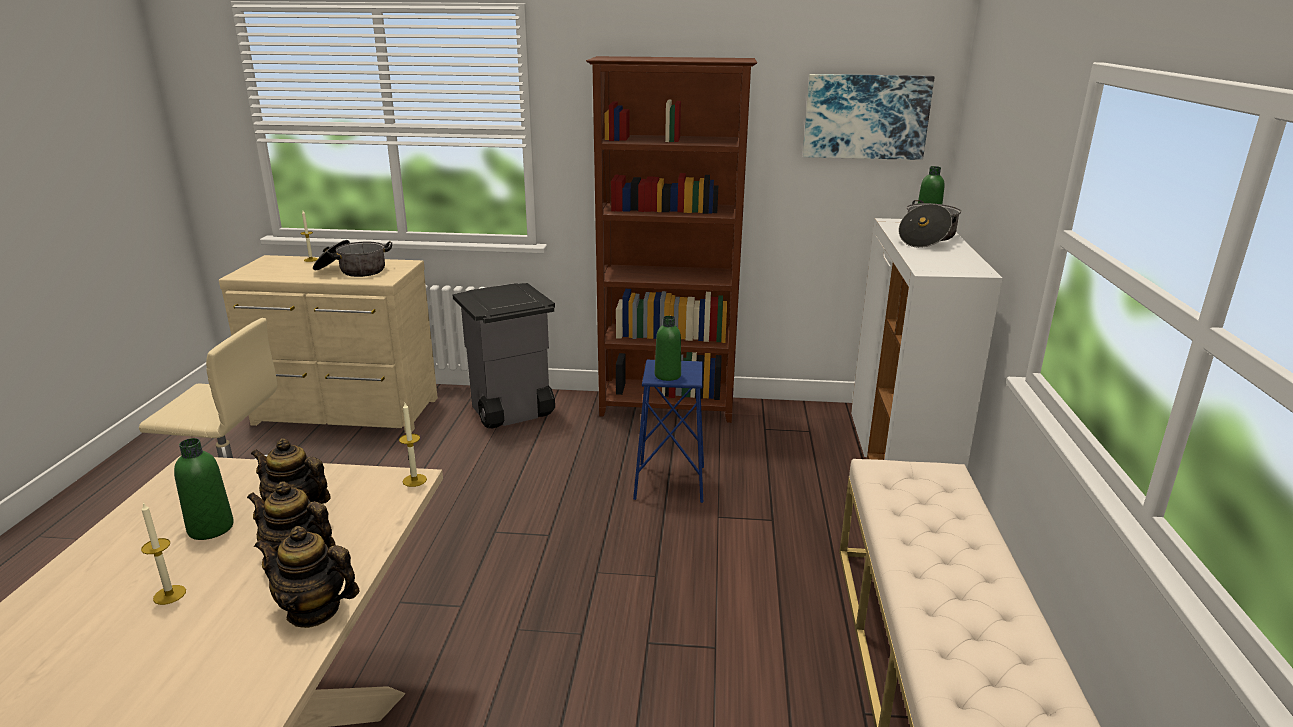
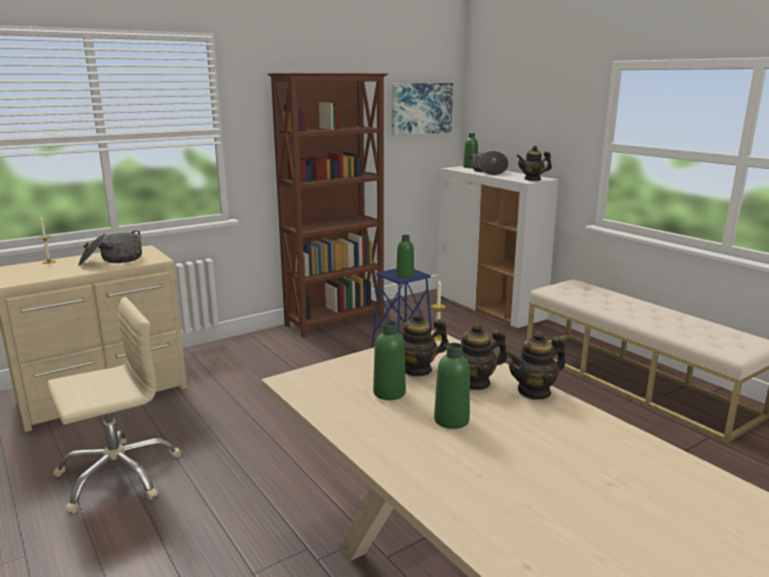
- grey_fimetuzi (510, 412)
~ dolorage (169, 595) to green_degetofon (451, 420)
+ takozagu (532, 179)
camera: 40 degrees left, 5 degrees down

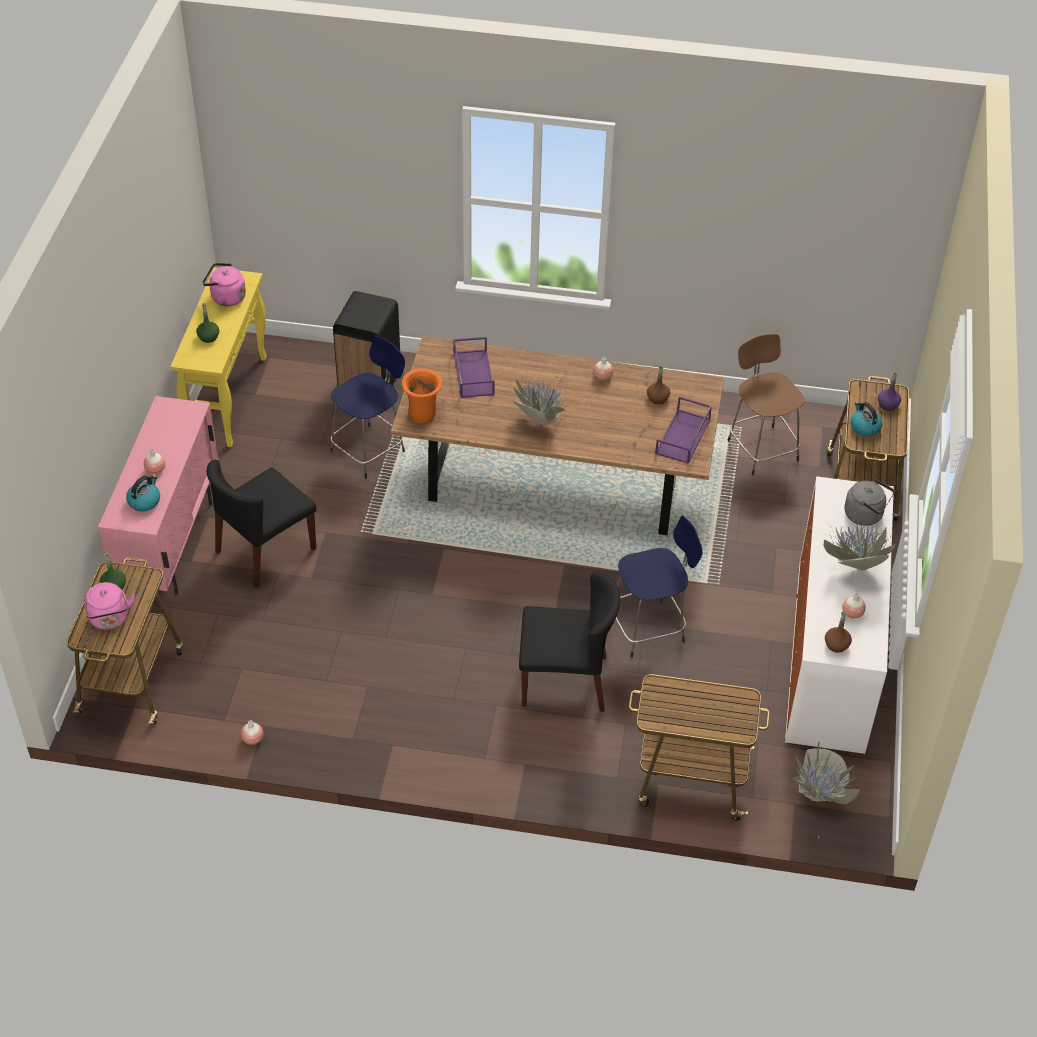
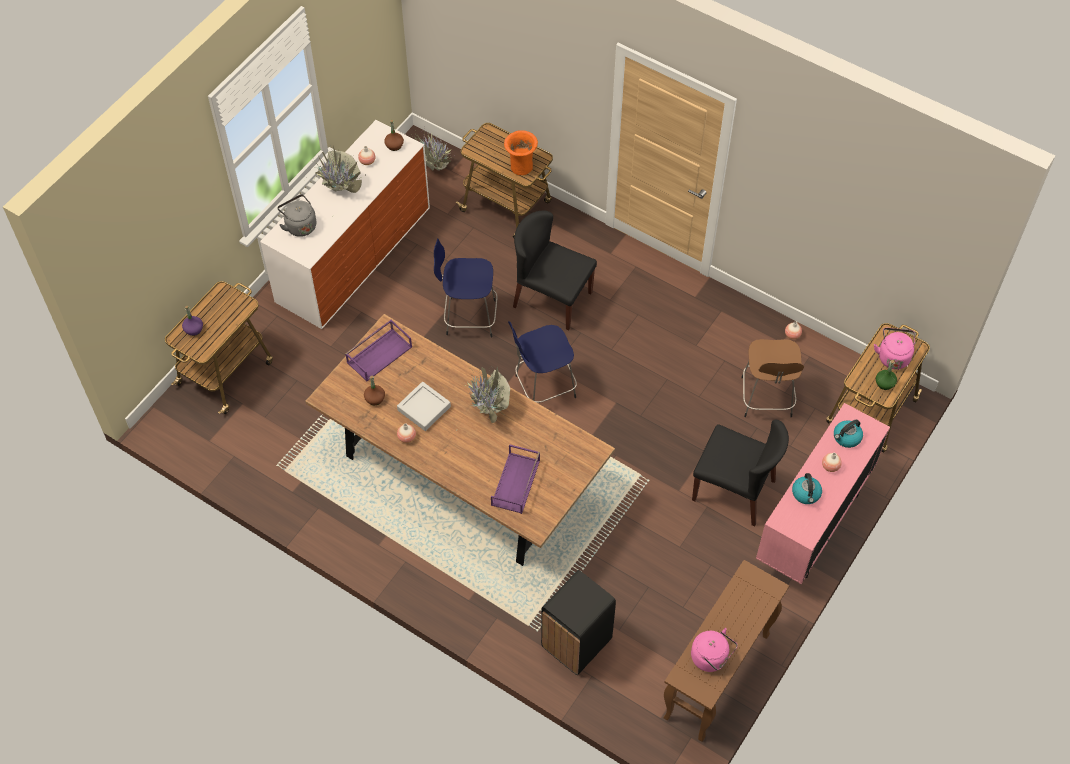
~ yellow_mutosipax (228, 398) to brown_mutosipax (716, 677)
- green_degetofon (208, 337)
~ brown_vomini (761, 448) to (766, 399)
~ blue_vomini (369, 450) to (543, 387)
~ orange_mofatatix (423, 414) to (520, 166)
~ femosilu (864, 427) to (806, 494)
~ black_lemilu (265, 551) = (734, 490) 45 degrees clockwise
+ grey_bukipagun (424, 408)
camera: 155 degrees left, 10 degrees up

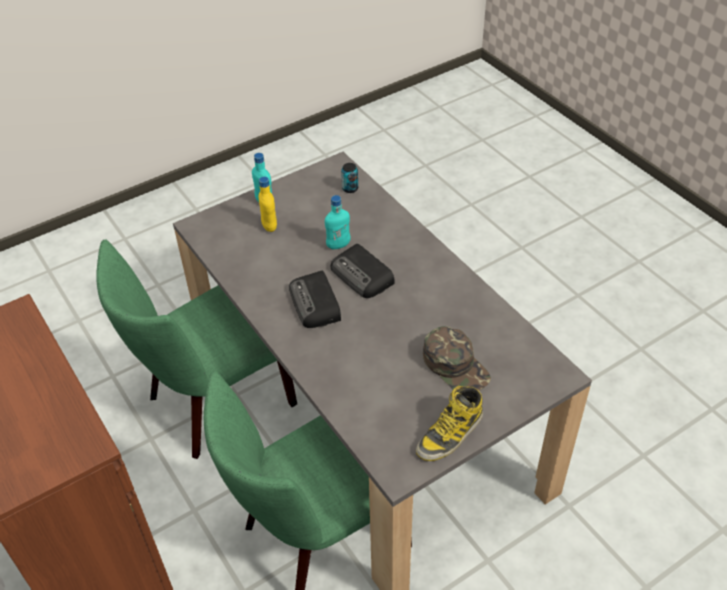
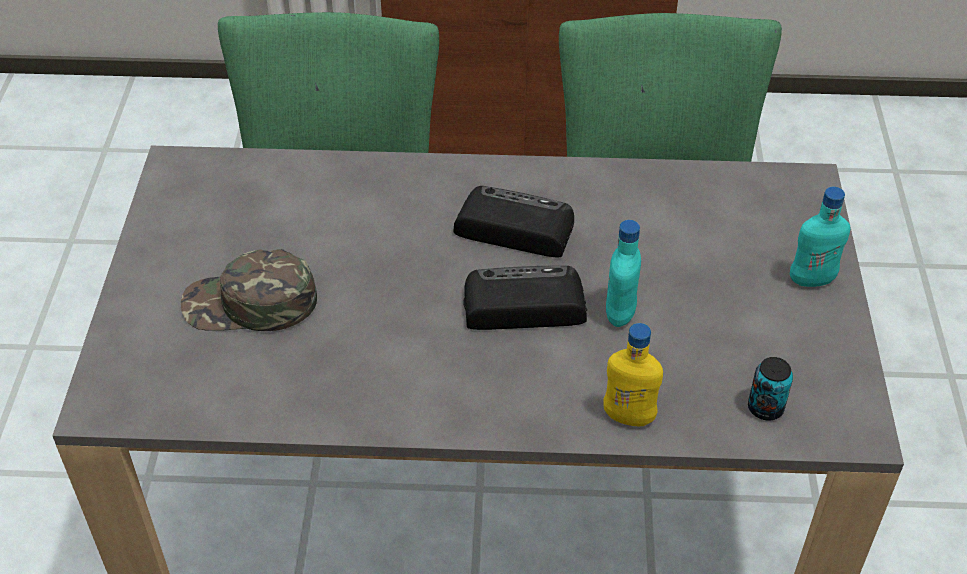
~ yellow_degetofon (269, 226) to (628, 417)
- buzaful (450, 434)
camera: 125 degrees right, 0 degrees up

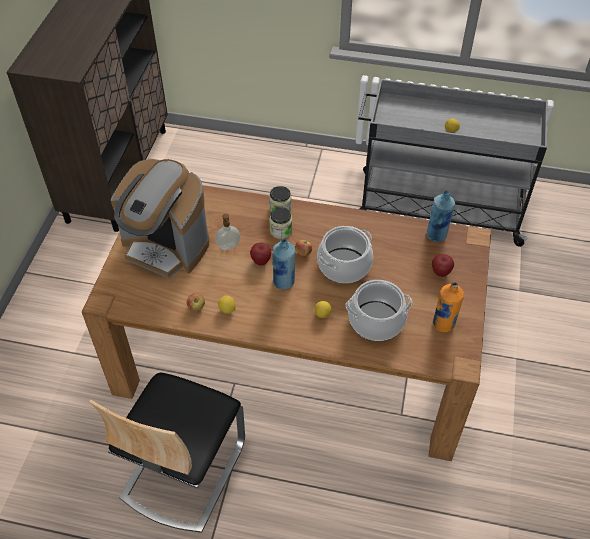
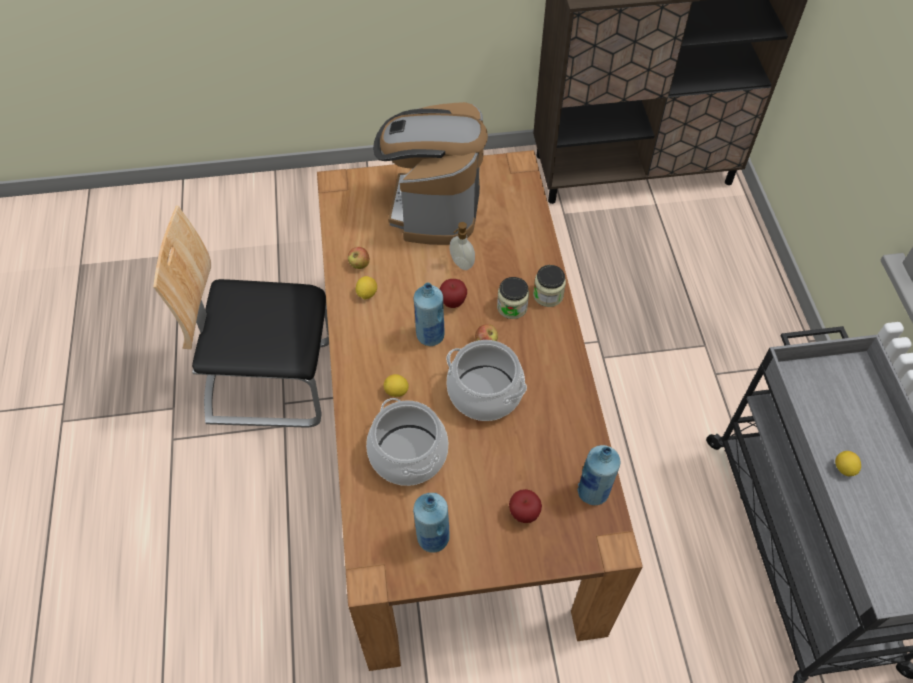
~ orange_degetofon (443, 324) to blue_degetofon (432, 538)
camera: 70 degrees right, 5 degrees up

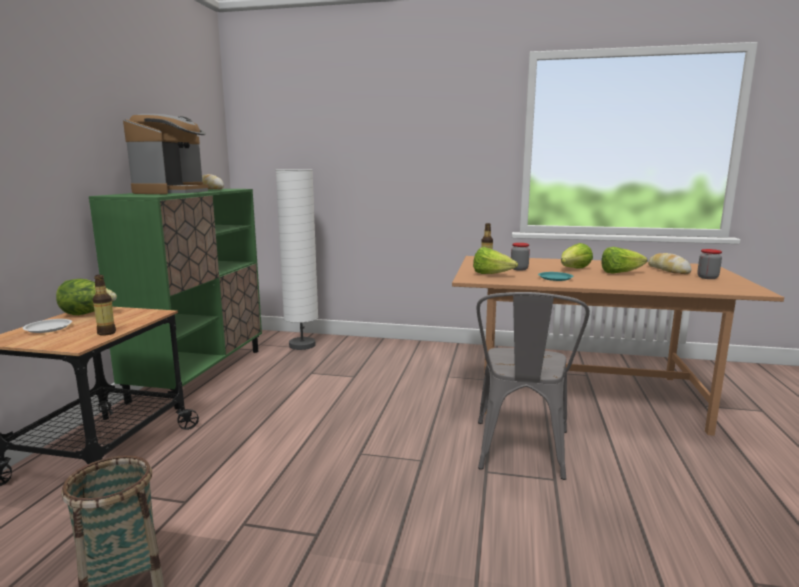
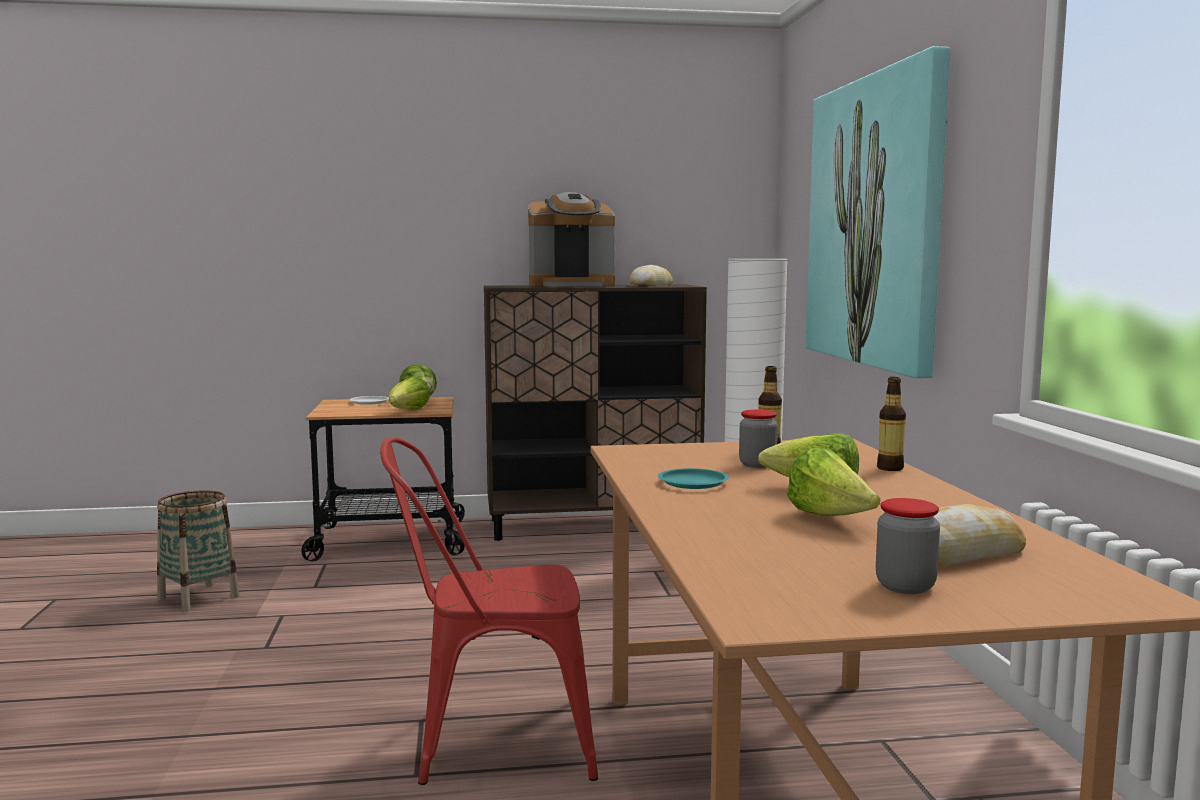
~ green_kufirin (200, 374) to brown_kufirin (593, 525)
~ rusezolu (492, 275) to (408, 411)
~ degetofon (106, 333) to (890, 468)
~ grey_lemilu (521, 453) to red_lemilu (488, 742)
+ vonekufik (875, 222)
camera: 70 degrees right, 5 degrees down

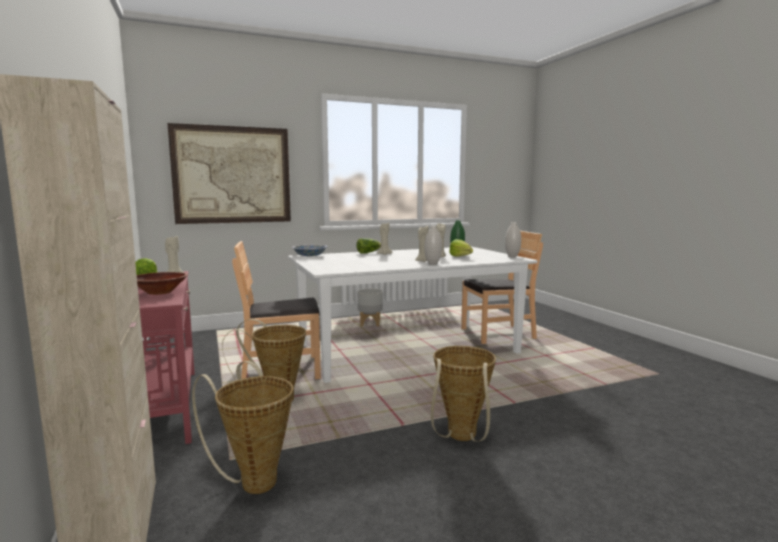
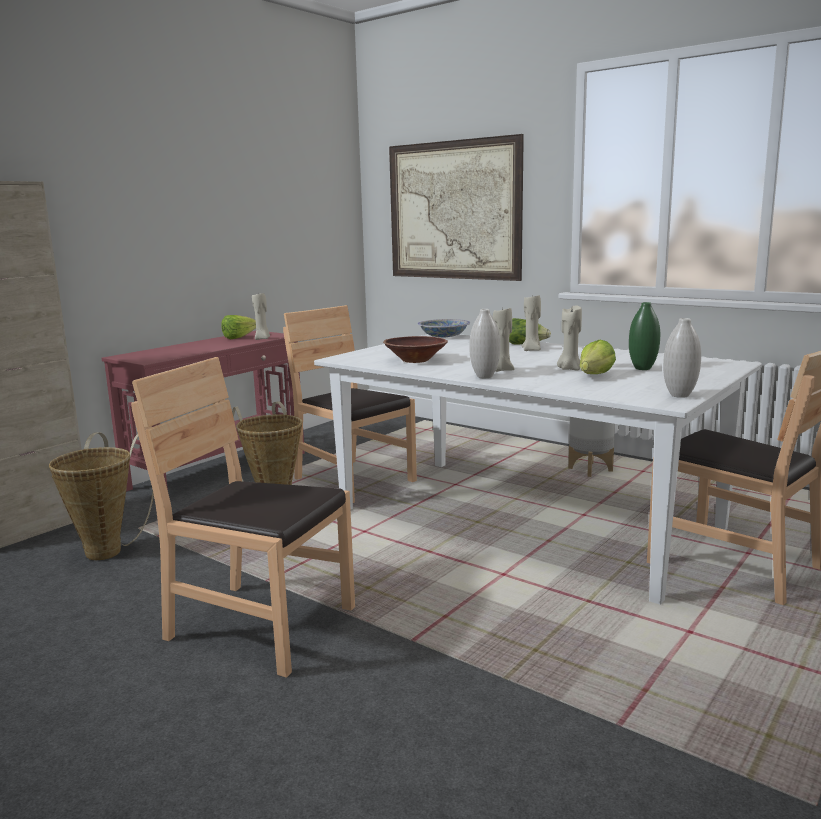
~ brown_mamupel (159, 292) to (415, 360)
~ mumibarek (461, 438) to brown_lemilu (260, 625)
camera: 60 degrees right, 5 degrees up

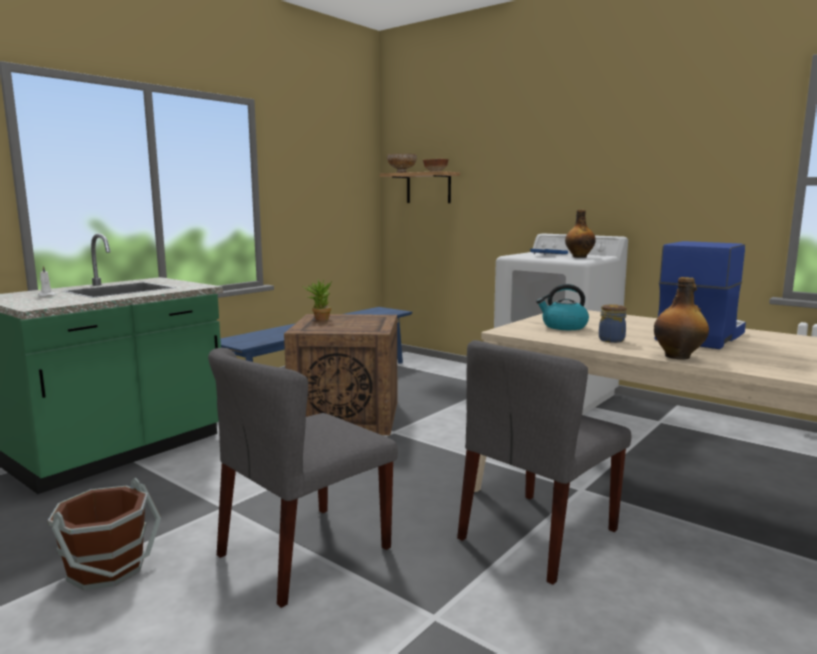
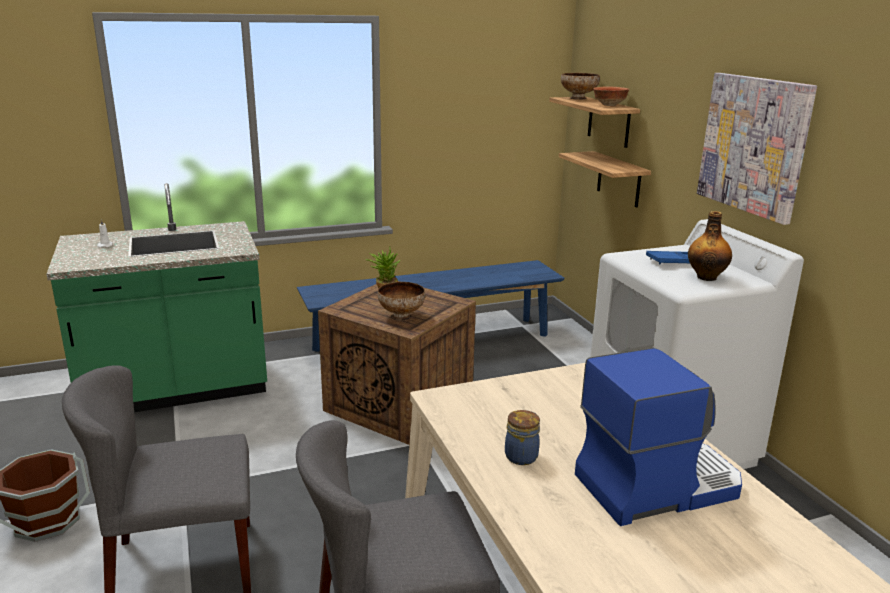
- degetofon (678, 356)
- femosilu (563, 326)
+ vonekufik (753, 145)
+ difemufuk (619, 179)
+ mamupel (401, 317)
camera: 30 degrees right, 10 degrees up

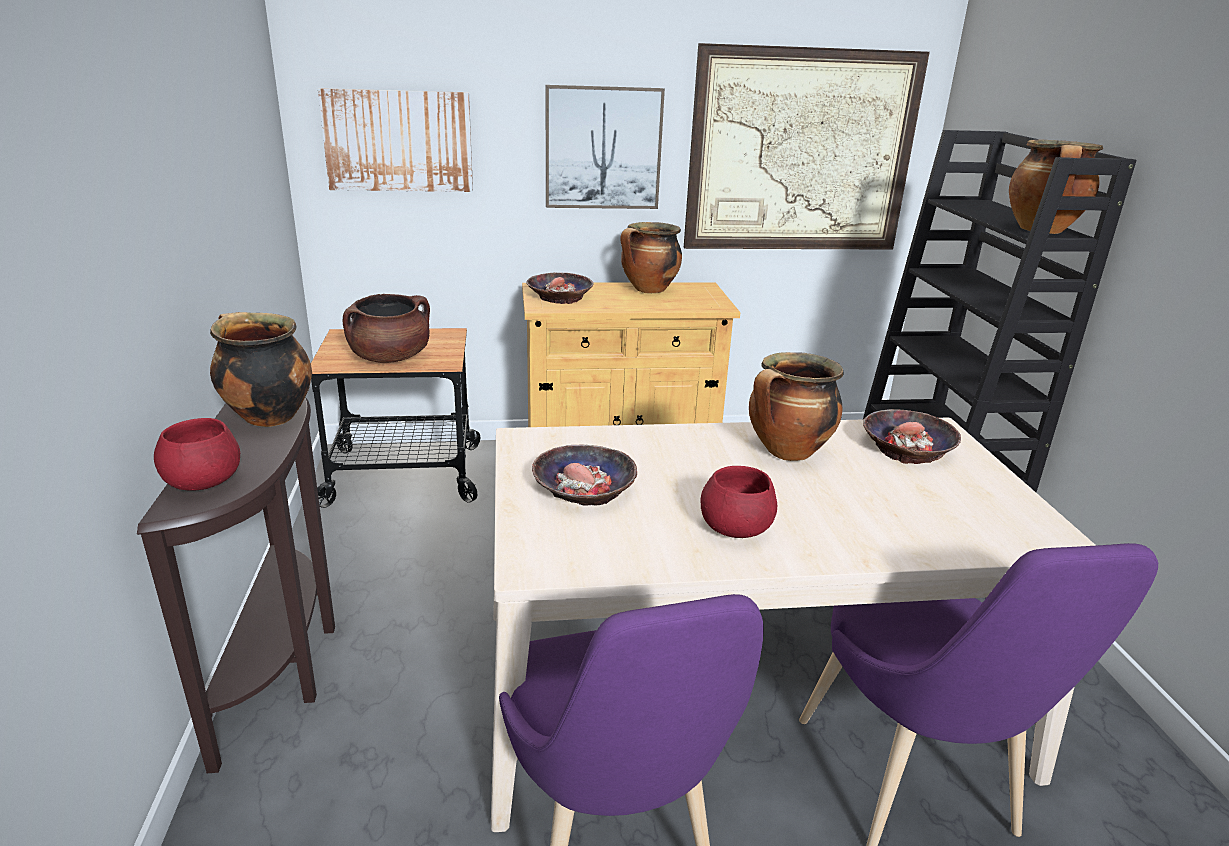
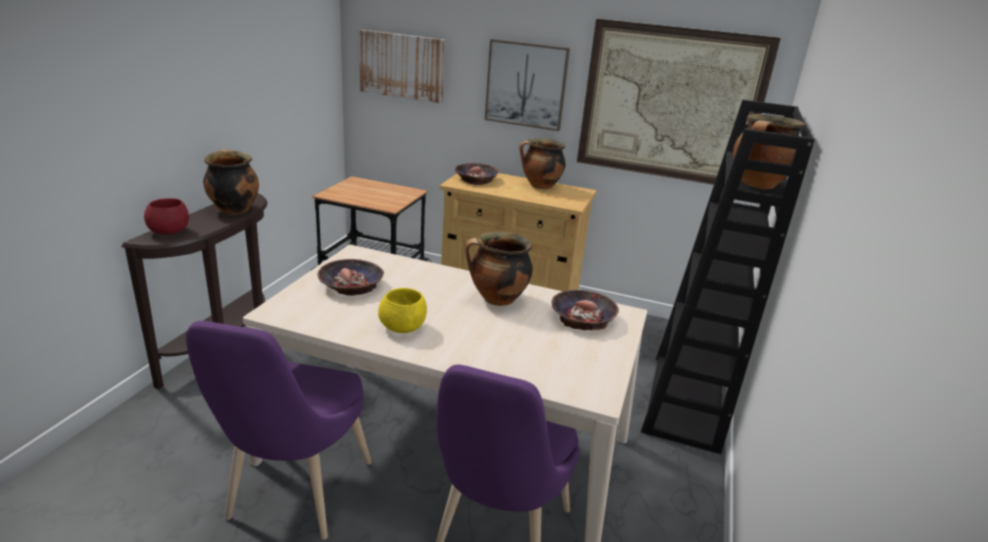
- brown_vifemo (390, 358)
~ red_mamupel (736, 529) to yellow_mamupel (402, 328)
camera: 25 degrees right, 0 degrees up

